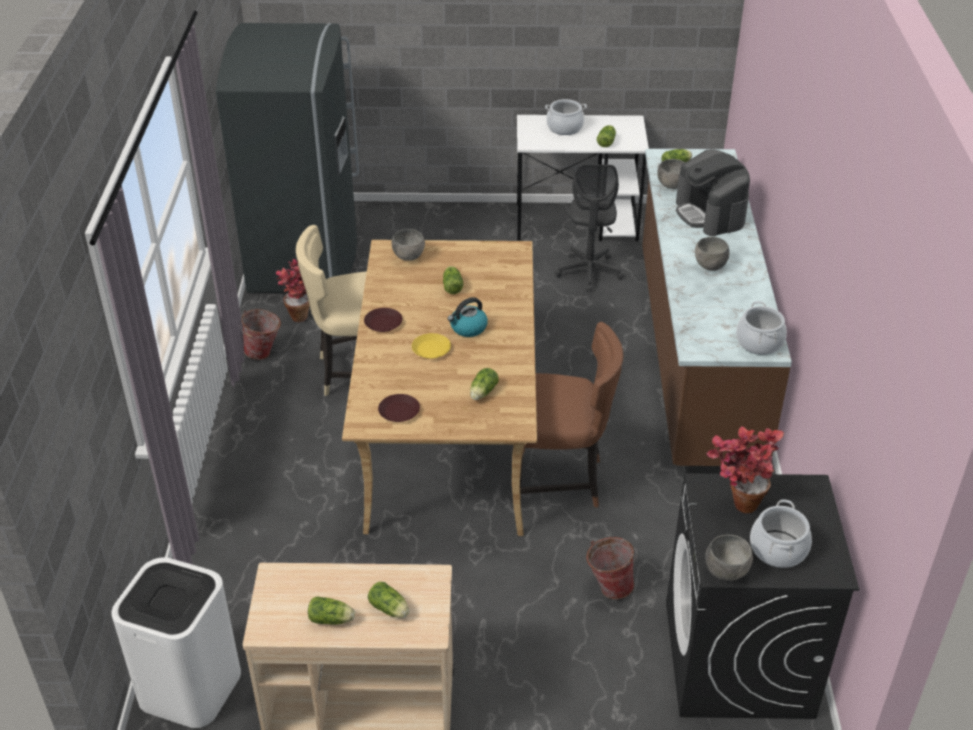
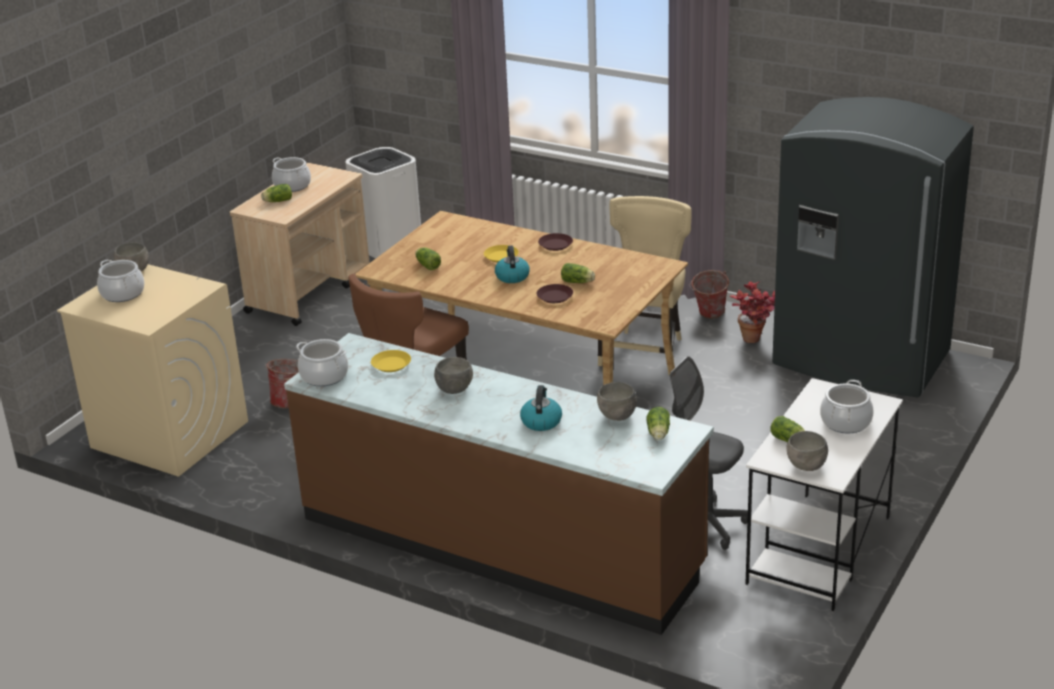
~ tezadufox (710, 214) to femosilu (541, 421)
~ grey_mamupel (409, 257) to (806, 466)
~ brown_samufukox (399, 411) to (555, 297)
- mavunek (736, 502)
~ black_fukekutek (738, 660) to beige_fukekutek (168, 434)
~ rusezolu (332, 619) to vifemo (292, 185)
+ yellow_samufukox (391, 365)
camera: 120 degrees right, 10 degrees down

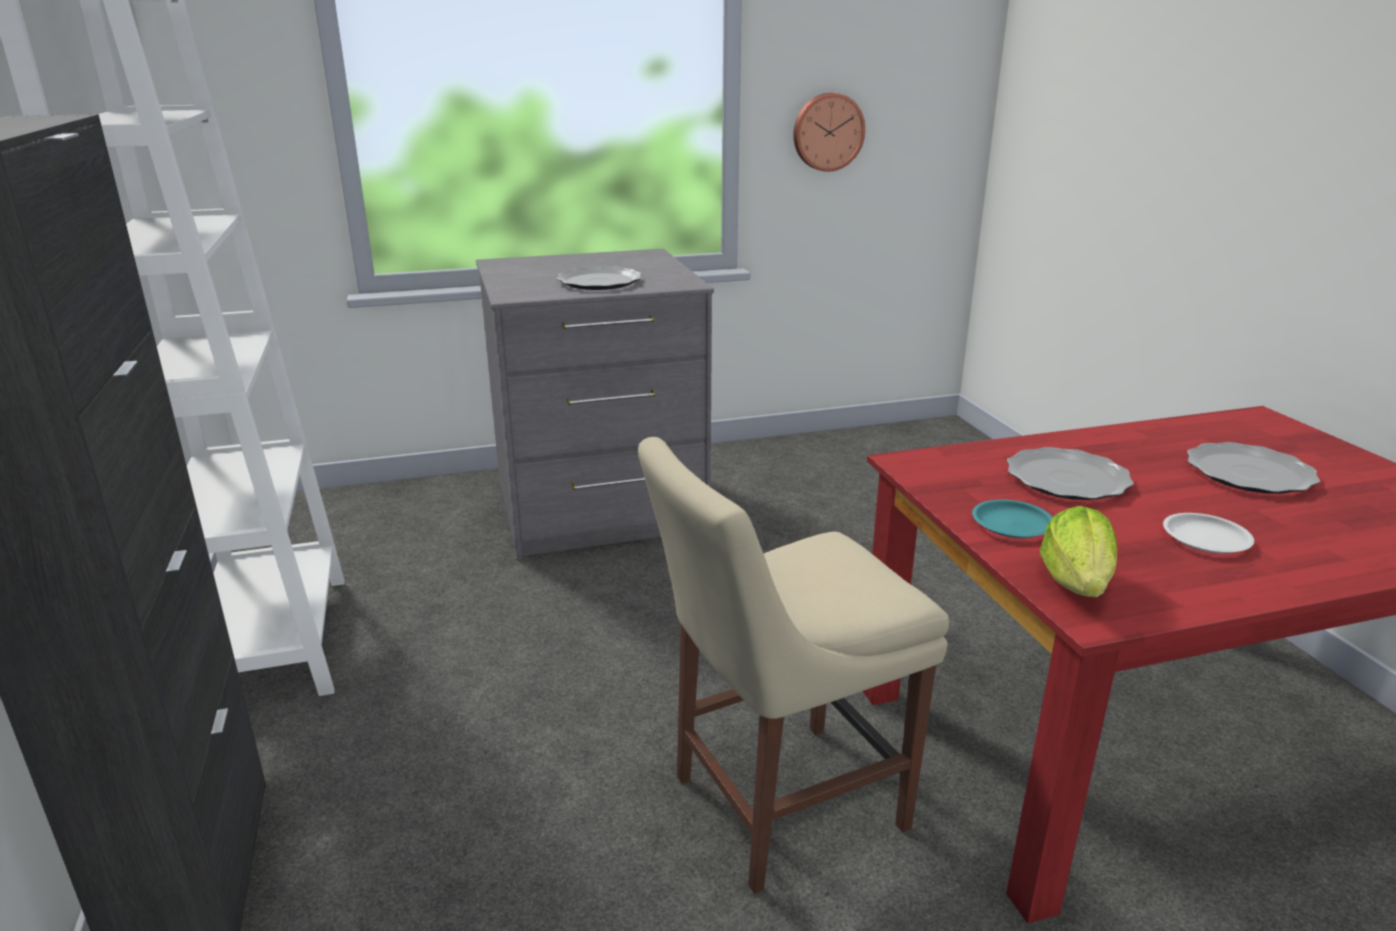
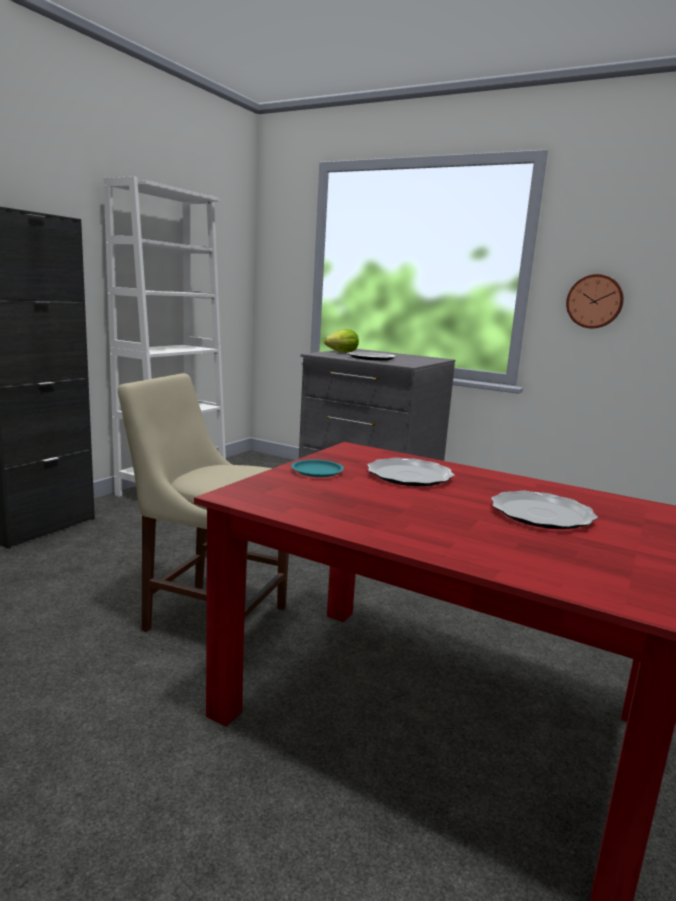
~ rusezolu (1076, 584) to (342, 352)
- white_samufukox (1205, 539)
camera: 45 degrees right, 10 degrees down

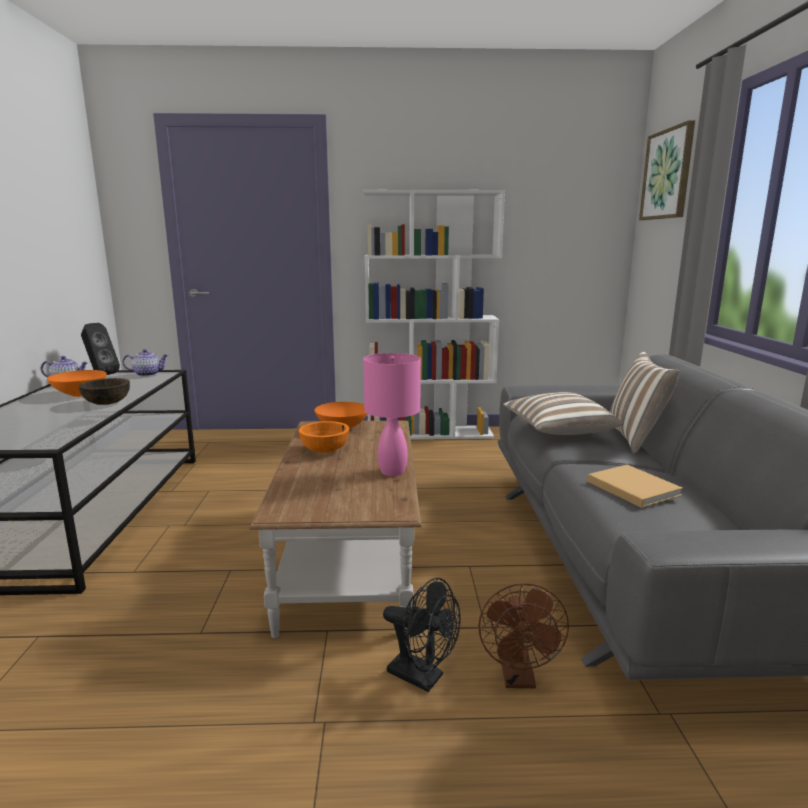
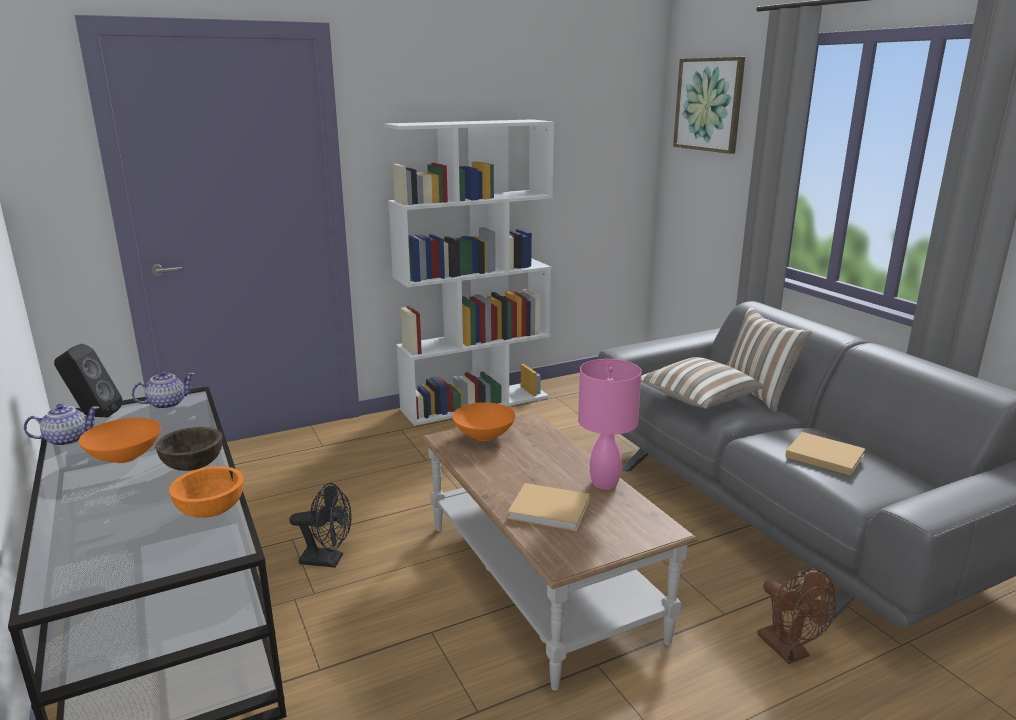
~ orange_mamupel (324, 450) to (211, 510)
~ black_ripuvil (423, 677) to (328, 560)
+ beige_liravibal (551, 510)
camera: 25 degrees left, 5 degrees up

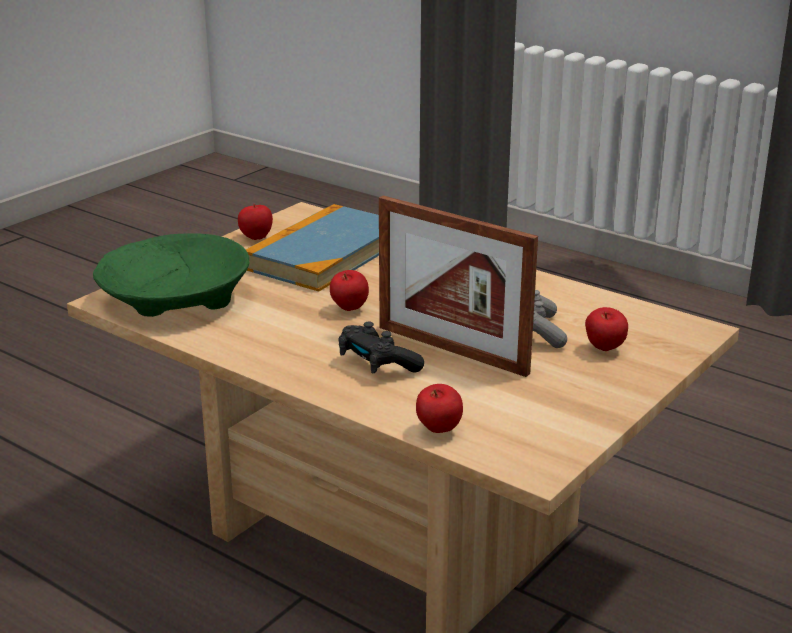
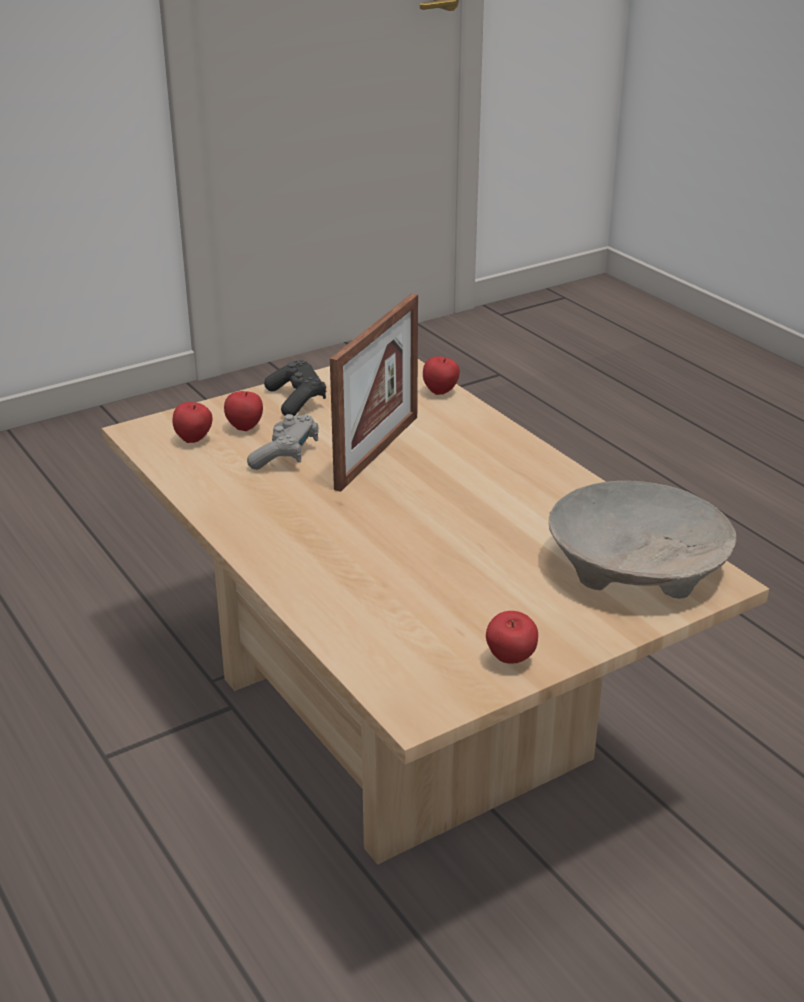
~ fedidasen (452, 350) = (377, 452) 60 degrees clockwise
- liravibal (325, 254)
~ green_mamupel (176, 300) to beige_mamupel (635, 564)
~ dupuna (349, 310) to (194, 440)
~ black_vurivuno (377, 364) to (296, 400)
camera: 160 degrees left, 5 degrees up

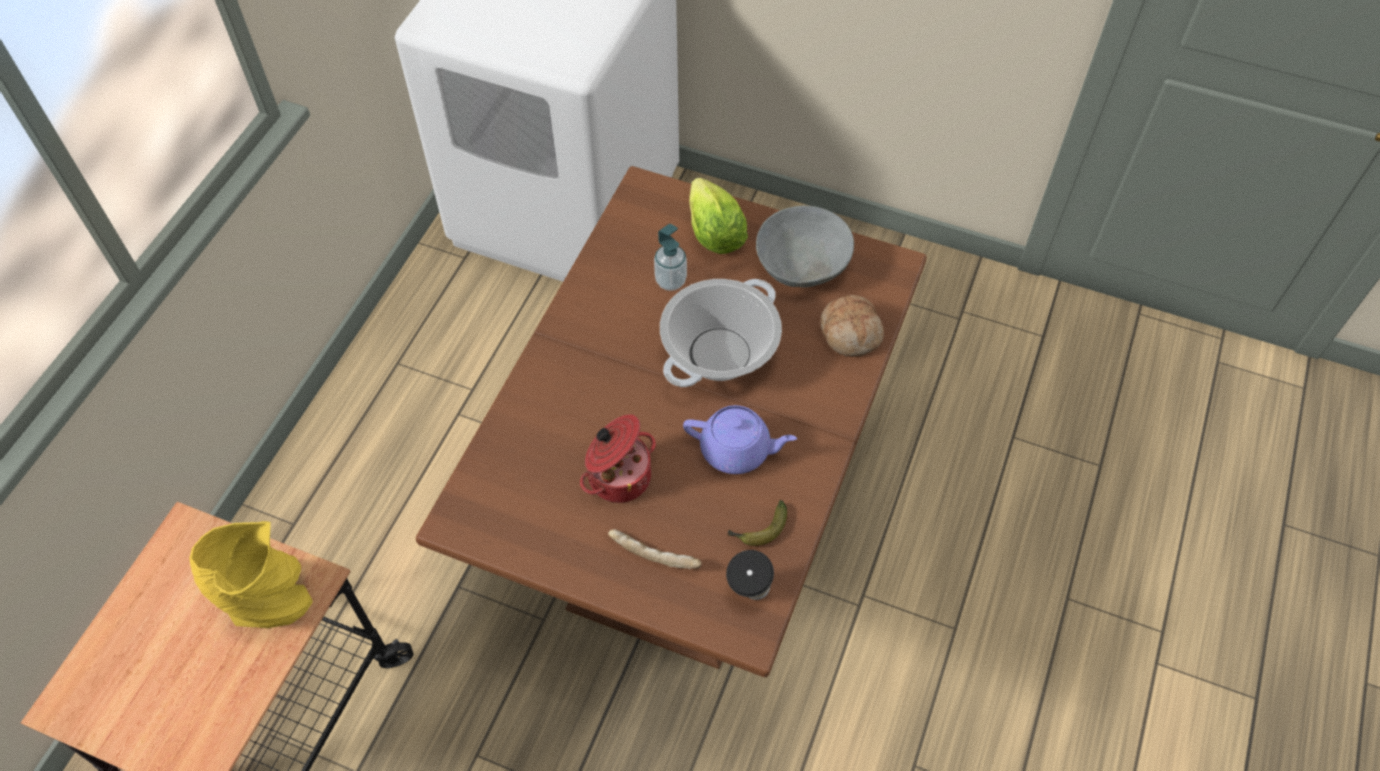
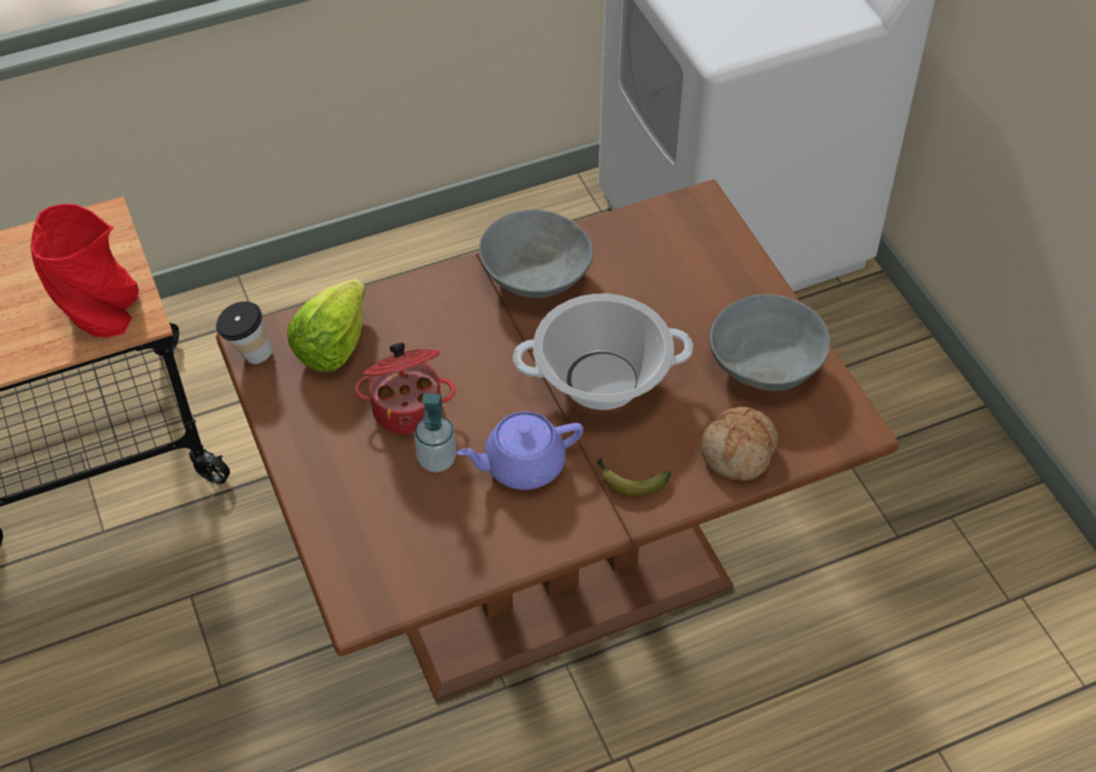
~ rusezolu (714, 233) to (332, 345)
~ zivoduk (670, 281) to (437, 459)
~ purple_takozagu (737, 450) = (522, 465) 105 degrees clockwise
~ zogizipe (759, 530) to (629, 481)
~ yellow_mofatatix (273, 603) to red_mofatatix (100, 313)
- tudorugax (654, 553)
~ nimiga (749, 594) to (248, 354)
+ grey_mamupel (534, 277)
camera: 45 degrees right, 5 degrees down

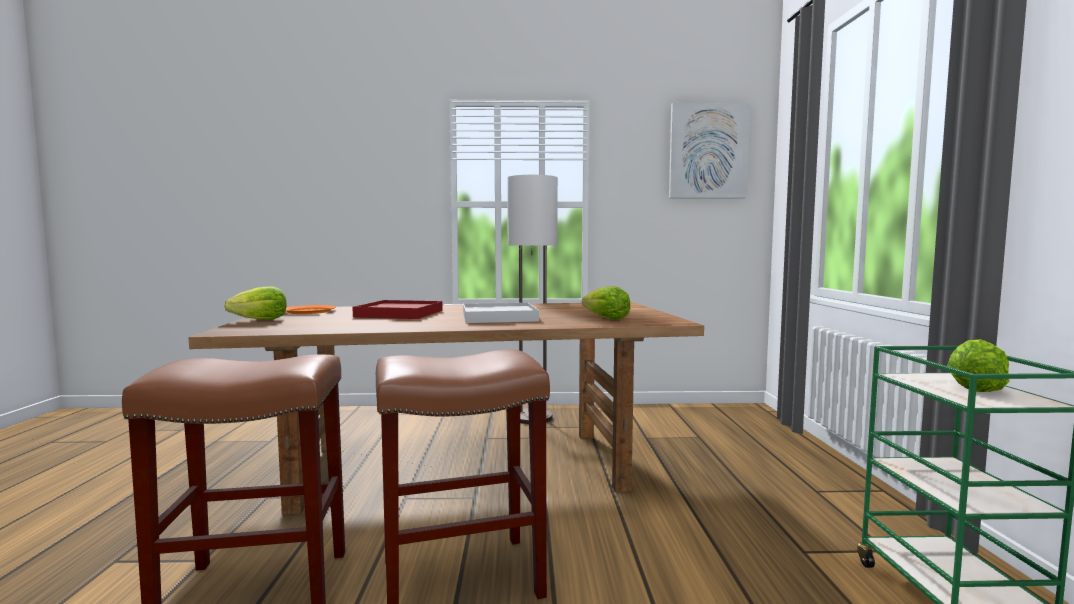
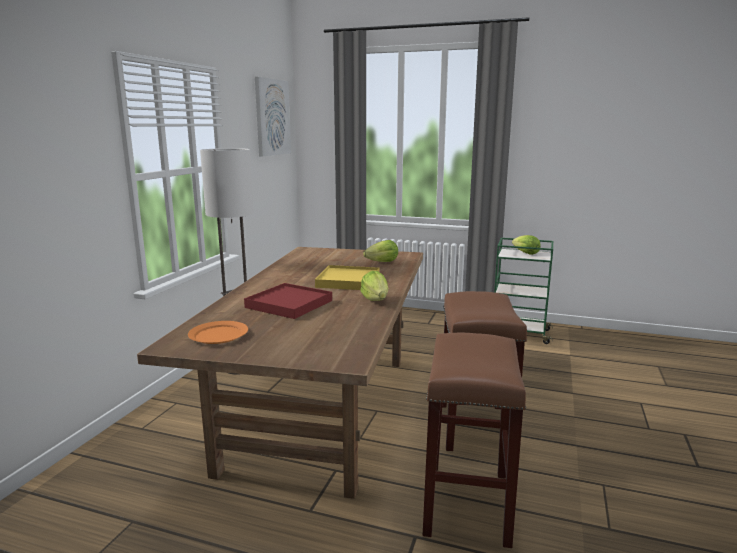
~ rusezolu (261, 320) to (376, 300)
~ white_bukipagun (499, 317) to yellow_bukipagun (348, 281)
camera: 70 degrees left, 10 degrees up

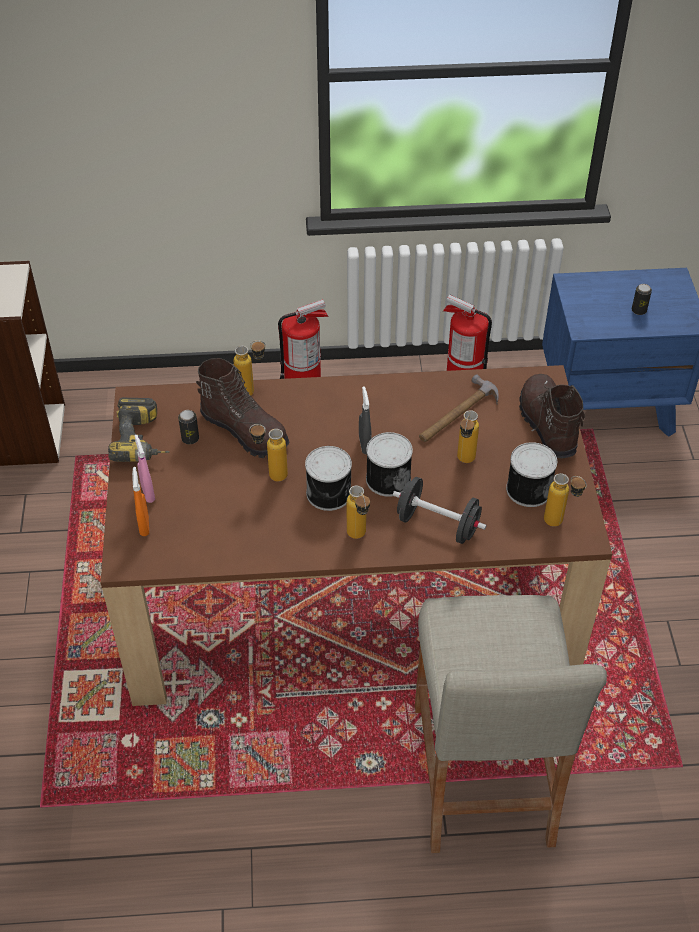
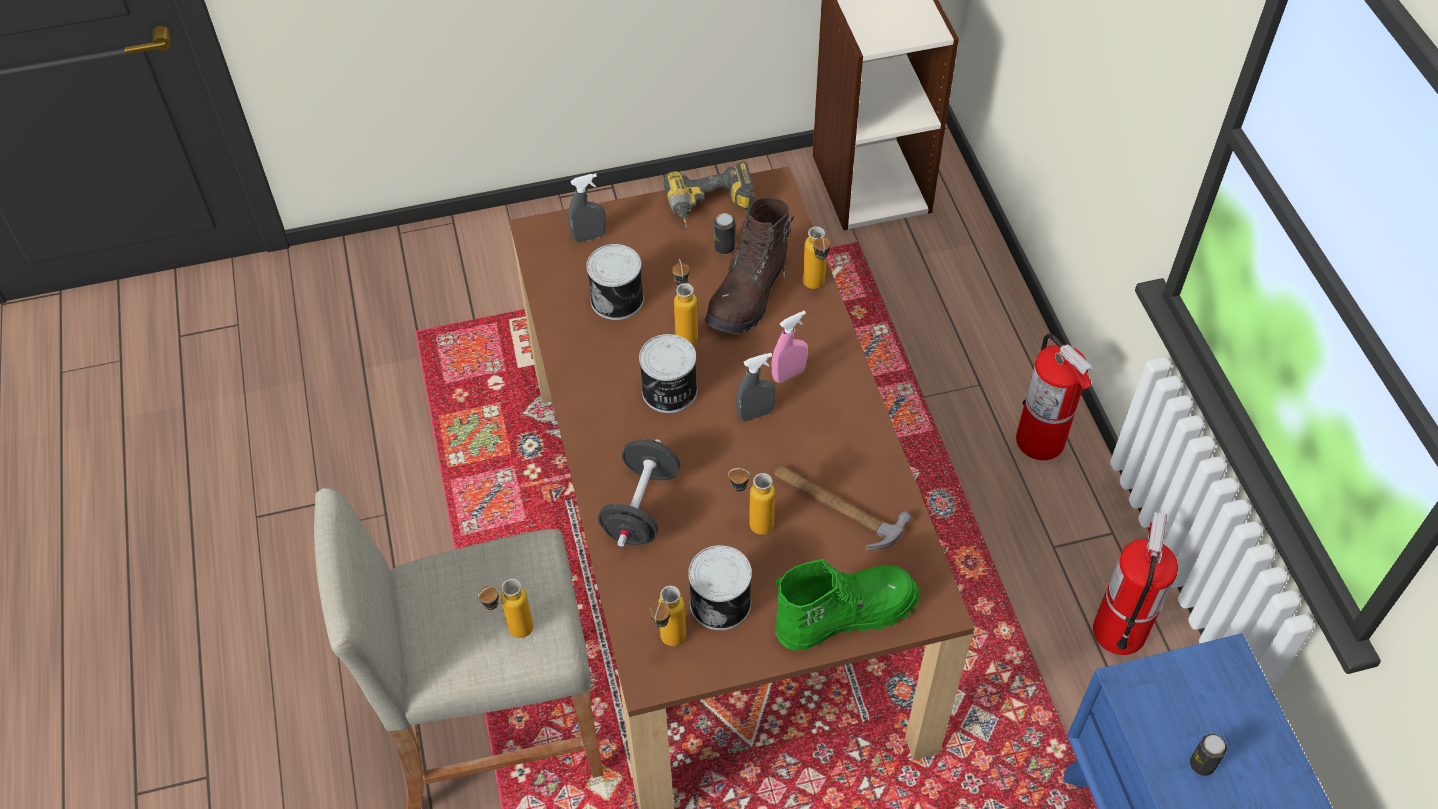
~ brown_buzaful (546, 425) to green_buzaful (844, 614)
~ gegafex (387, 478) to (618, 298)
~ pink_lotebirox (148, 493) to (789, 374)
~ orange_lotebirox (144, 526) to grey_lotebirox (589, 237)
~ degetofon (359, 538) to (511, 632)
camera: 80 degrees right, 5 degrees up

